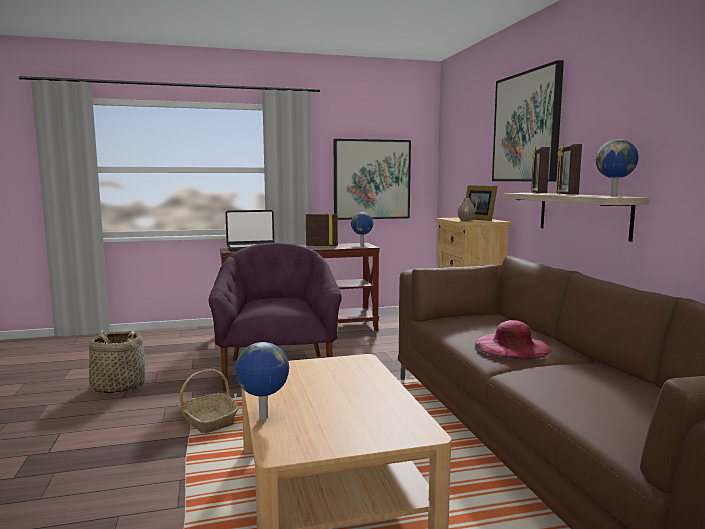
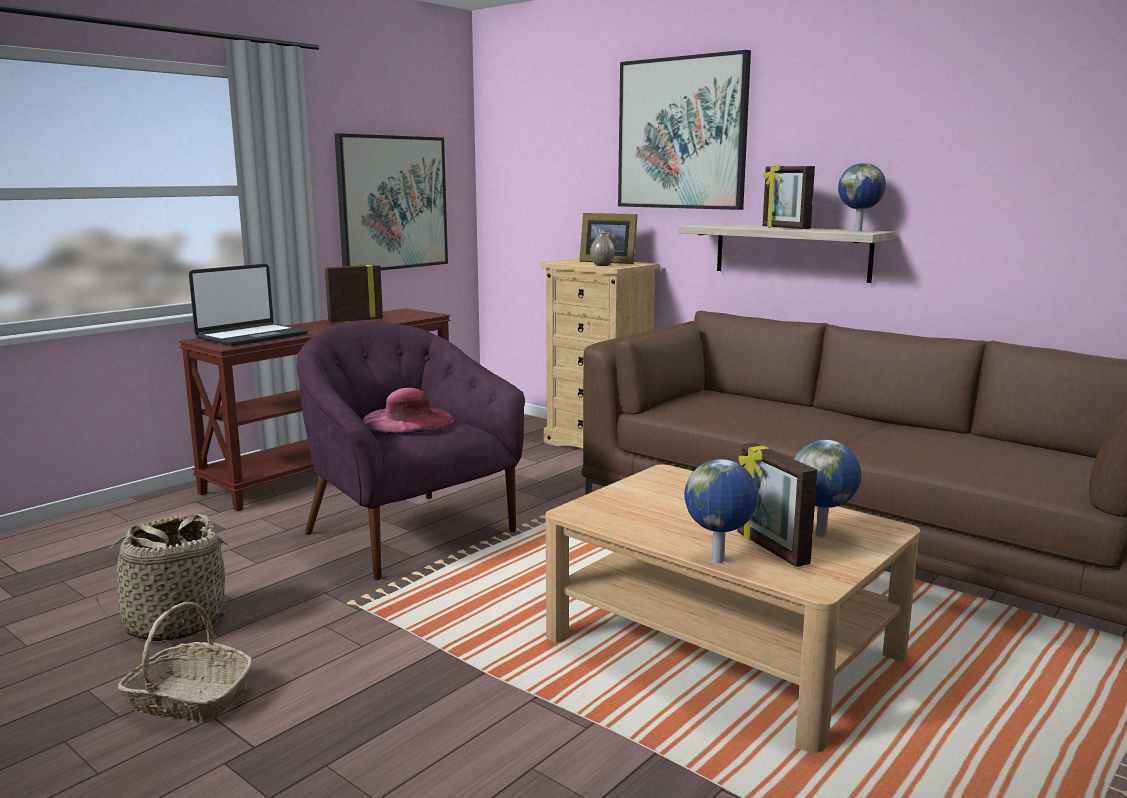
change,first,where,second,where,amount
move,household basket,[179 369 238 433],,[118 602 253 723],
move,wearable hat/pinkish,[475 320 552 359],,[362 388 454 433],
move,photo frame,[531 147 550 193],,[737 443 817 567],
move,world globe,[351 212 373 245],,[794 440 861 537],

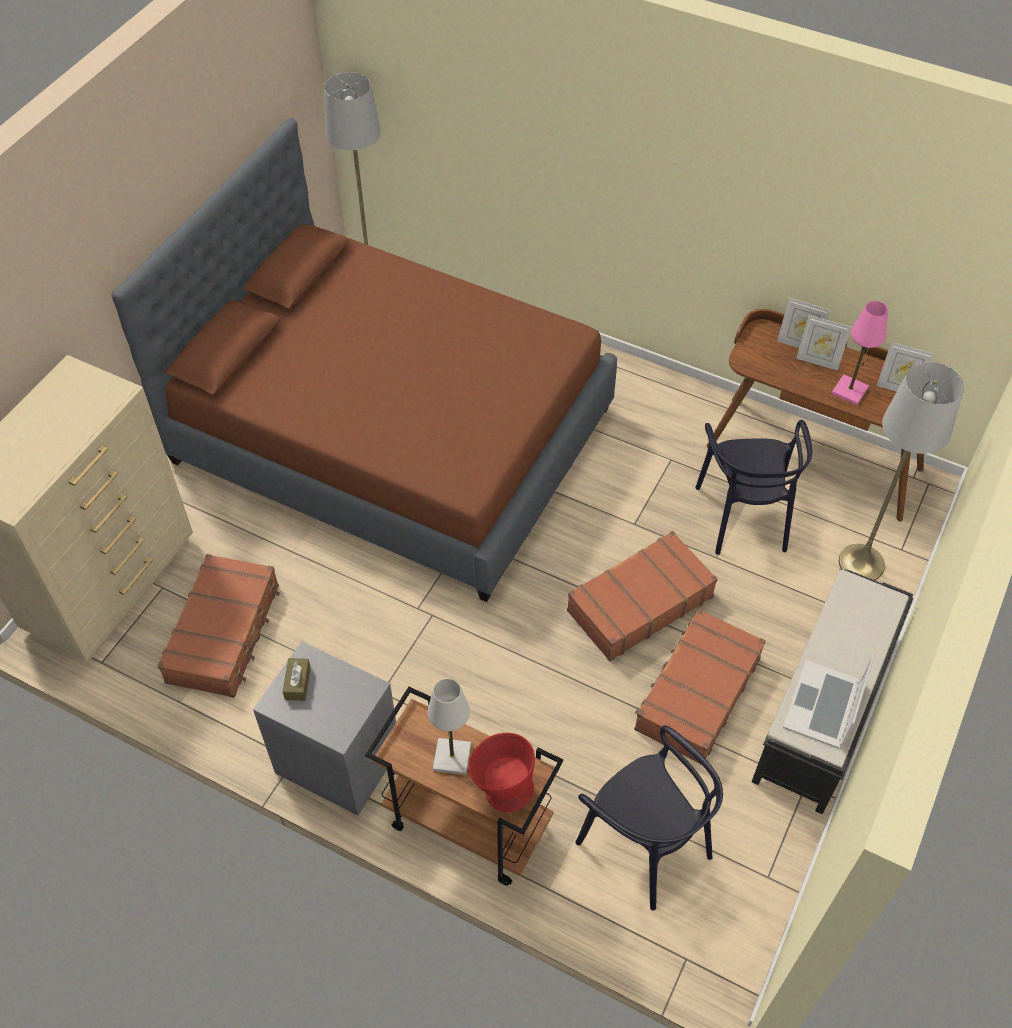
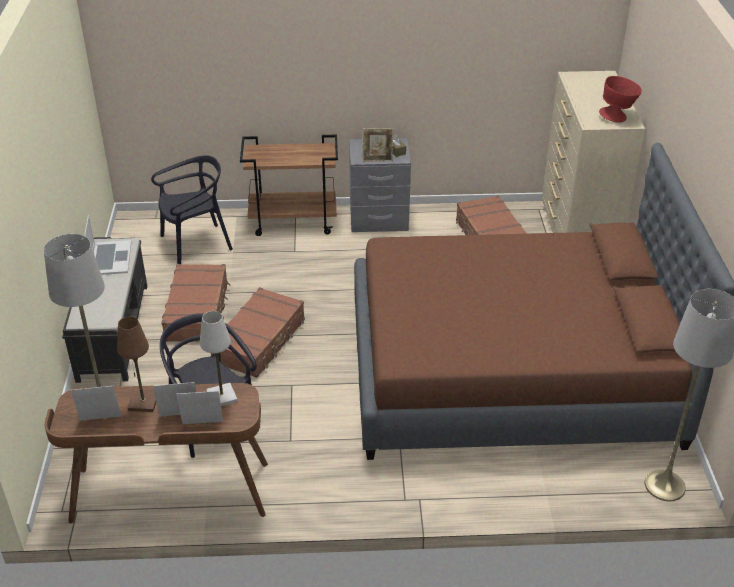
change,first,where,second,where,amount
recolor,tabletop lamp/pinkish,[831 301 888 405],tabletop lamp/brownish,[117 316 156 412],
rotate,plain chair/blackish,[575 725 723 911],,[151 155 233 264],135 degrees clockwise
move,tabletop lamp/white-coloured,[428 678 471 775],,[200 311 238 406],
insert,,,photo frame,[362 128 394 162],
move,deep dish/reddish,[468 733 535 812],,[599 76 642 123],

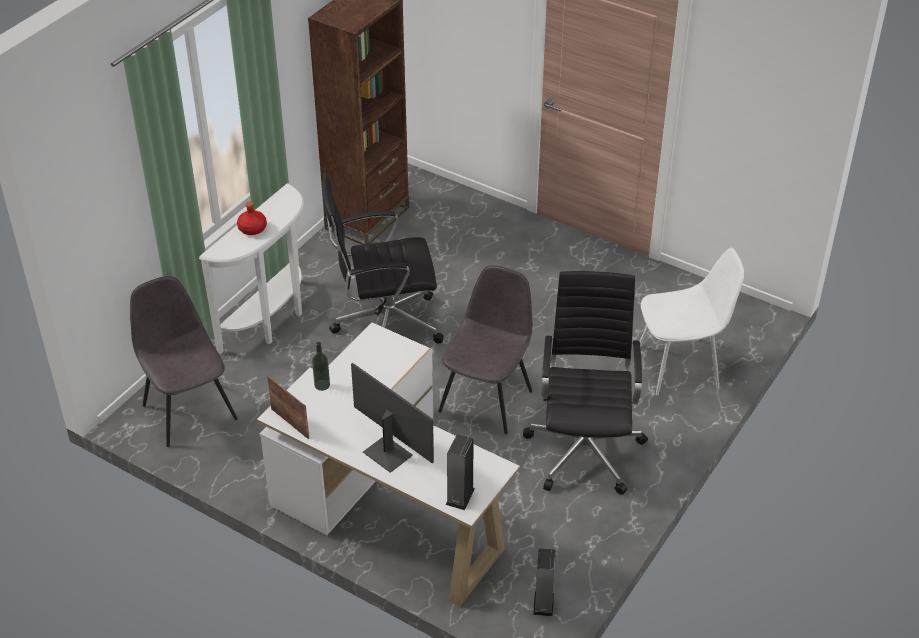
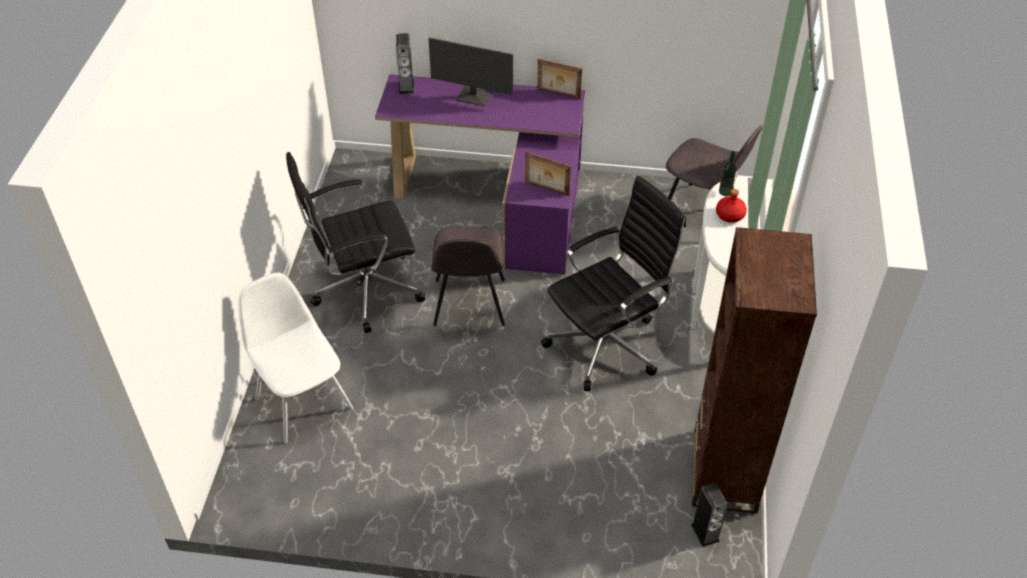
change,first,where,second,where,amount
rotate,plain chair/white-coloured,[640 248 744 395],,[238 272 353 444],90 degrees clockwise
rotate,desk chair/blackish,[523 271 648 495],,[286 152 425 333],90 degrees clockwise
recolor,desk/white-coloured,[257 323 520 607],desk/purple,[375 74 585 274],
insert,,,photo frame,[525 152 571 196],
move,loudspeaker,[533 548 556 616],,[691 483 728 547],
move,beverage bottle,[312 342 330 391],,[719 151 737 196],

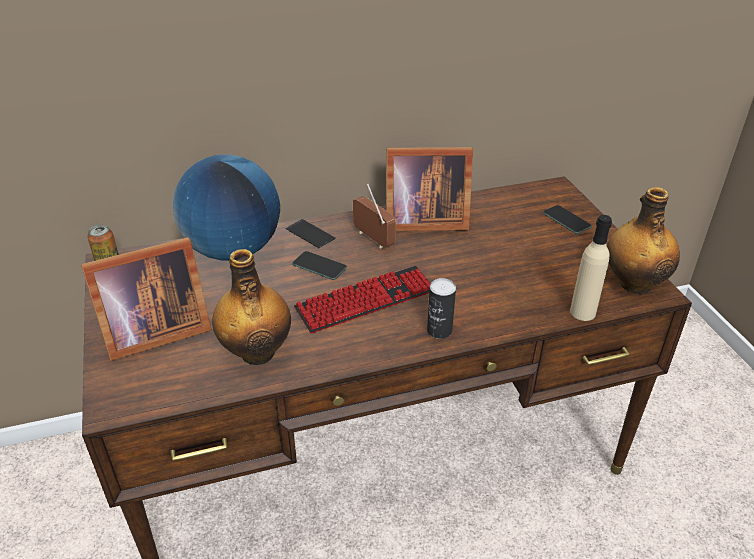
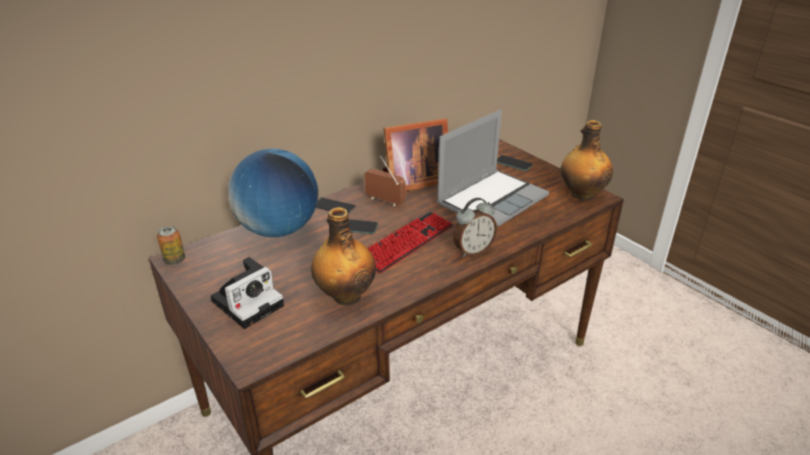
change,first,where,second,where,amount
replace,photo frame,[81 237 212 361],still camera,[211 257 284 329],
insert,,,portable computer,[436 110 549 227],
replace,sealed can,[427 278 456 339],table clock,[453 198 497 257],
delete,beverage bottle/sand-coloured,[570 215 612 321],,,

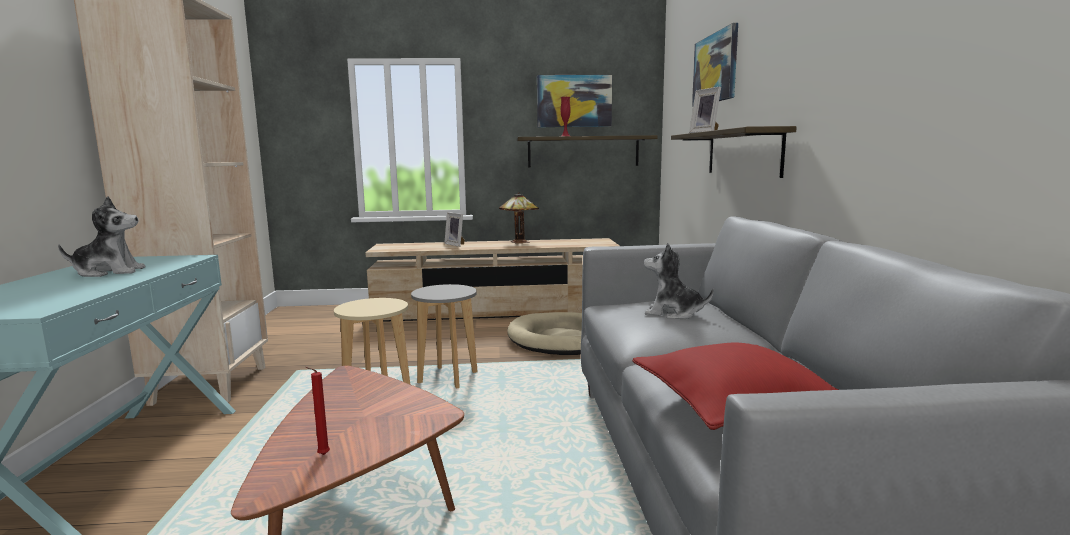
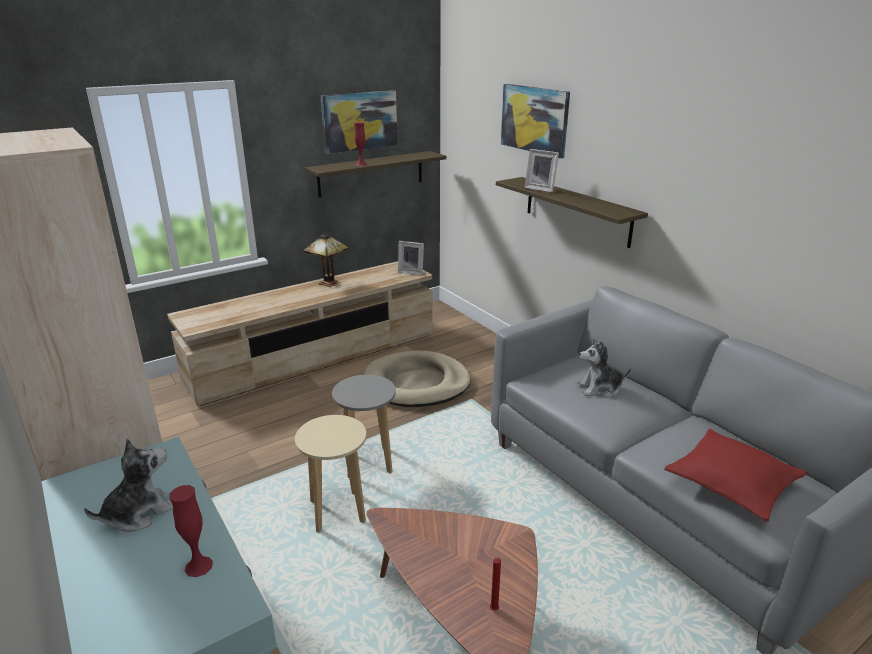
change,first,where,second,where,amount
insert,,,decorative vase/reddish,[169 485 213 577],
move,photo frame,[444 212 465 247],,[398 241 424 275],

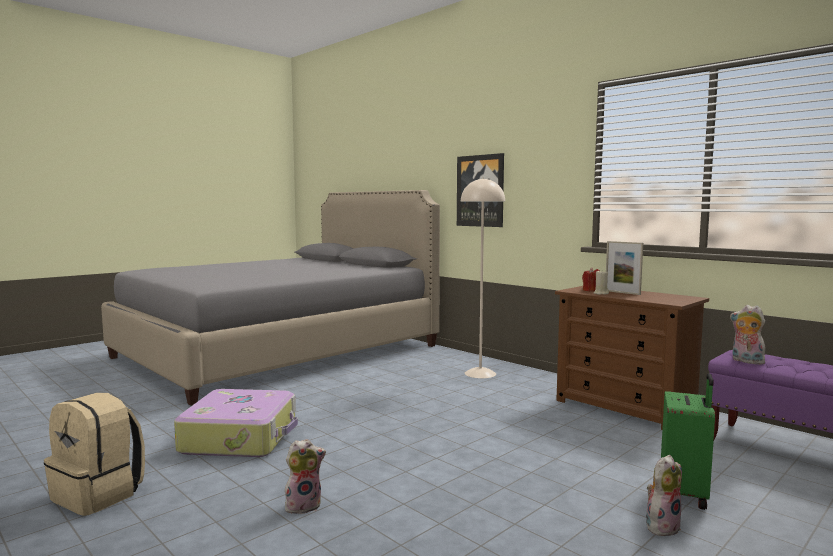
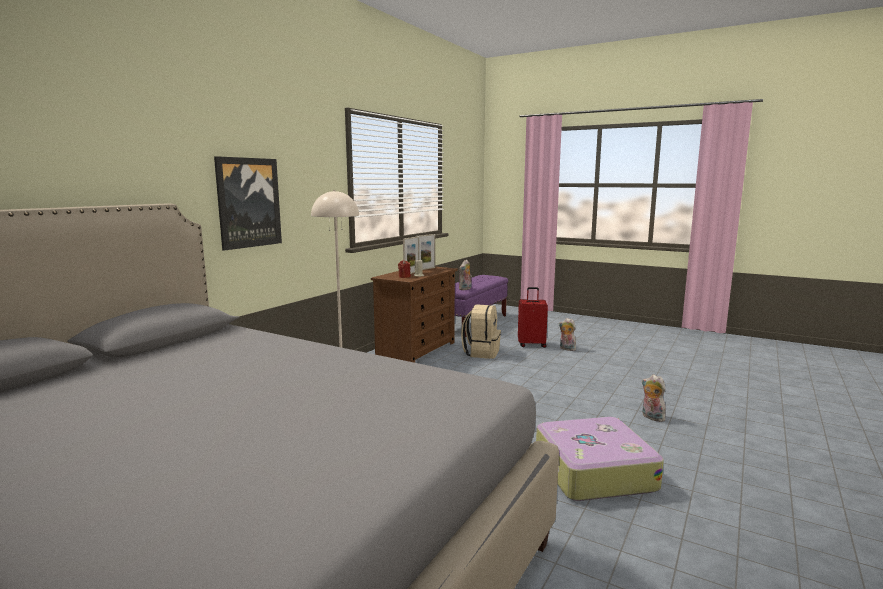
change,first,where,second,where,amount
insert,,,photo frame,[416 234 435 270],
move,knapsack/sand-coloured,[44 393 145 516],,[461 304 501 359],
recolor,suitcase/green-coloured,[661 374 715 510],suitcase/reddish,[518 287 548 348],

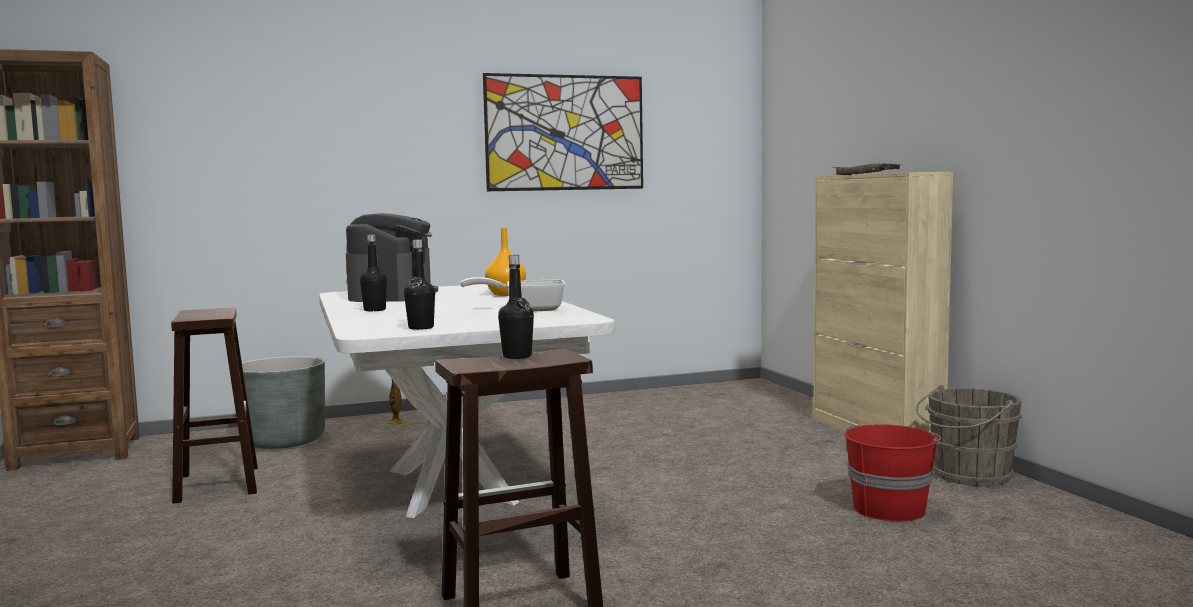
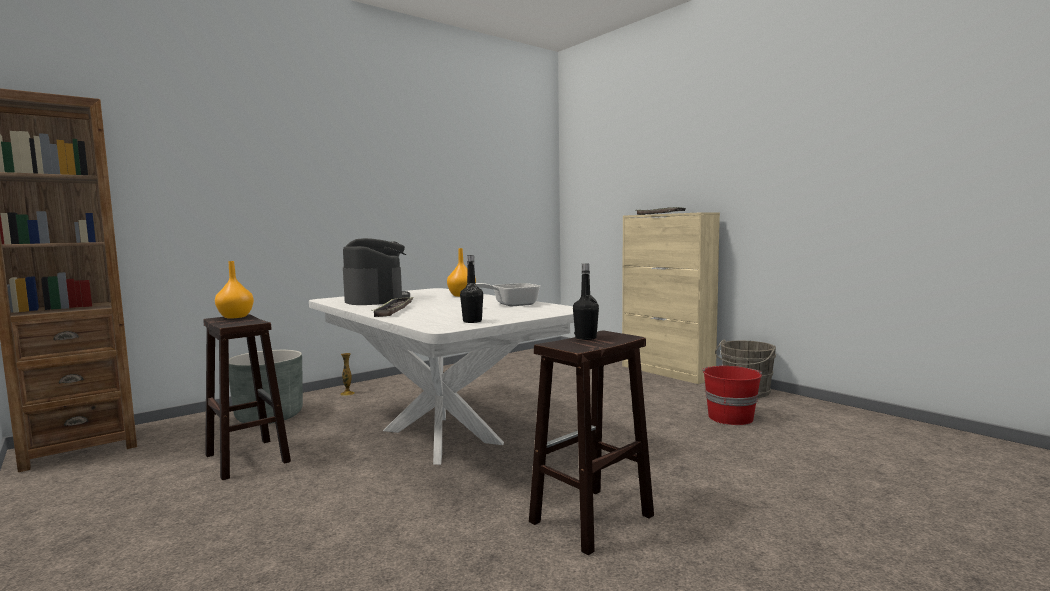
change,first,where,second,where,amount
insert,,,decorative vase/orange,[215 261 254 318],
replace,beverage bottle/blackish,[360 234 387 311],carrying tray,[371 297 413 317],
delete,wall art,[483 73 643 191],,,

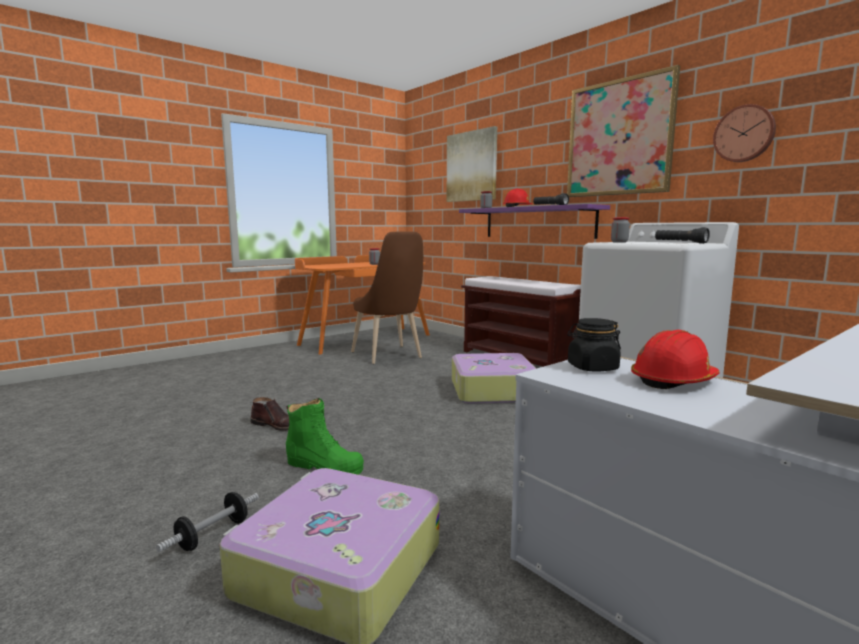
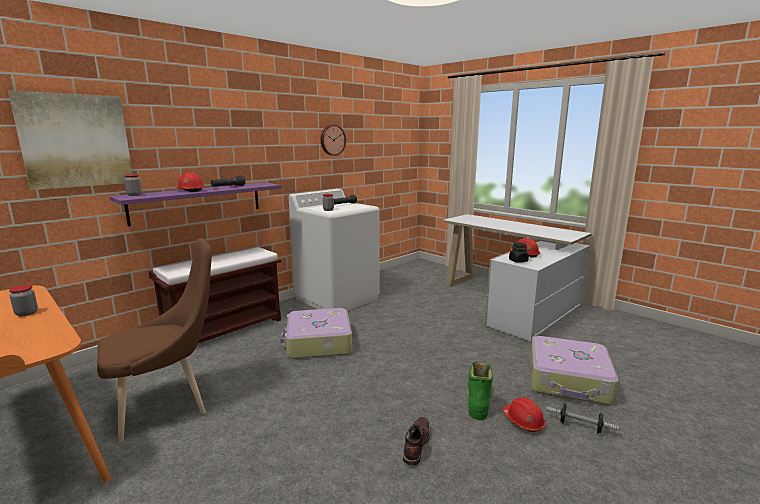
change,first,where,second,where,amount
insert,,,work helmet/reddish,[503 397 546 432],
delete,wall art,[567 65 680 197],,,

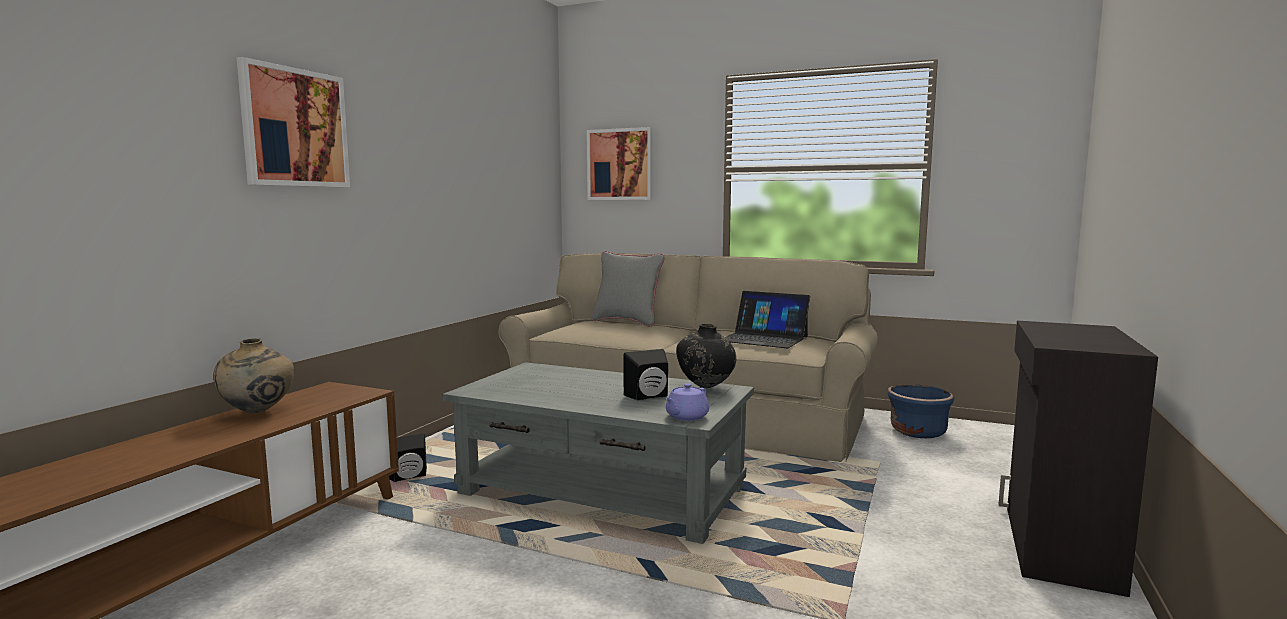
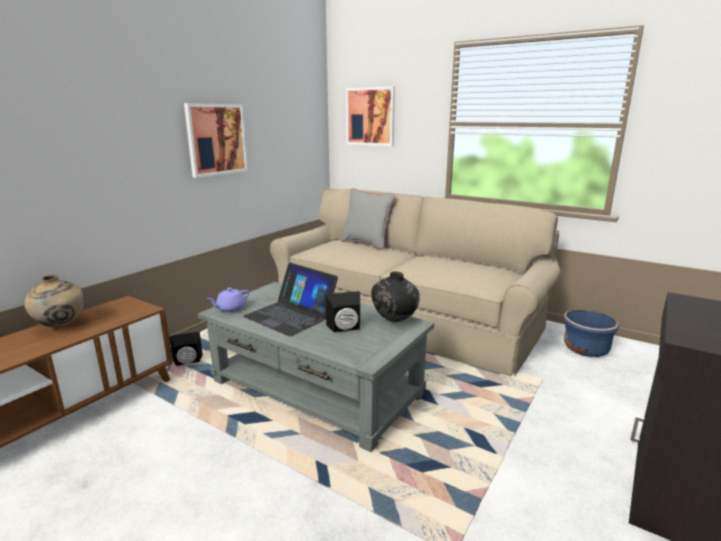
change,first,where,second,where,amount
move,wall art,[237 57 350 187],,[184 103 248 178],
move,tea pot/purple,[666 383 709 421],,[207 288 249 312],
move,portable computer,[725 291 810 348],,[243 262 338 336],

